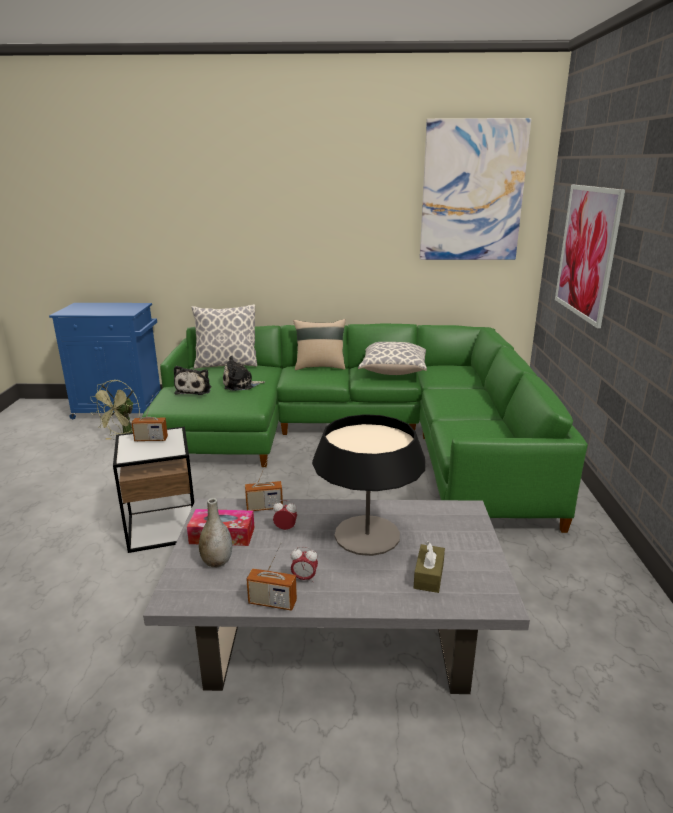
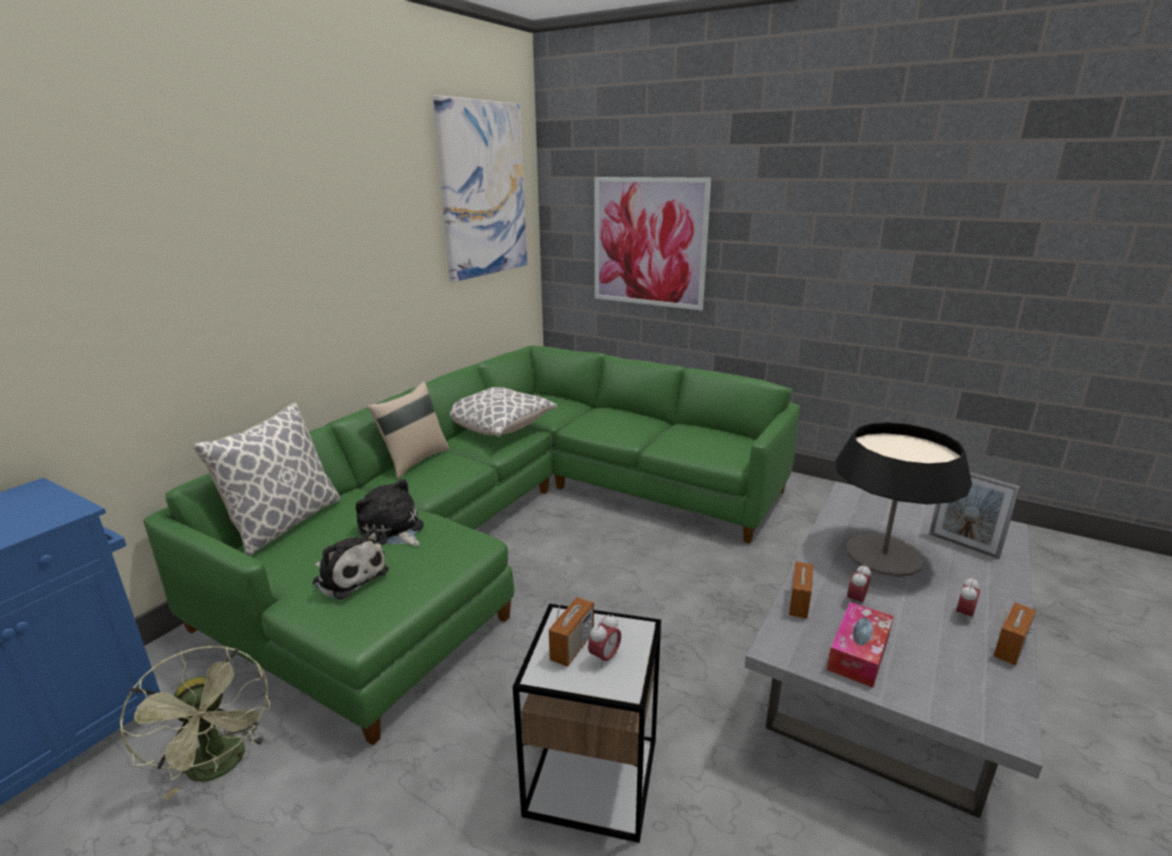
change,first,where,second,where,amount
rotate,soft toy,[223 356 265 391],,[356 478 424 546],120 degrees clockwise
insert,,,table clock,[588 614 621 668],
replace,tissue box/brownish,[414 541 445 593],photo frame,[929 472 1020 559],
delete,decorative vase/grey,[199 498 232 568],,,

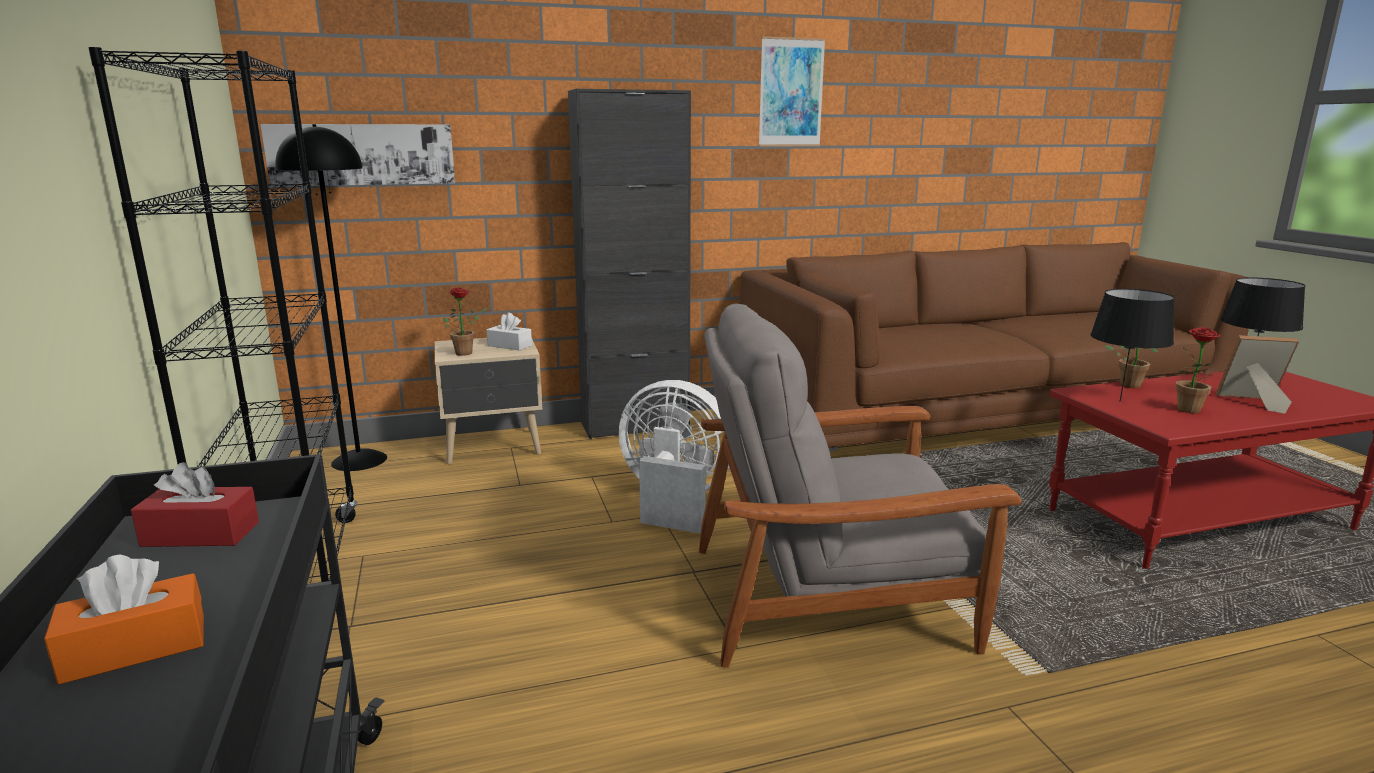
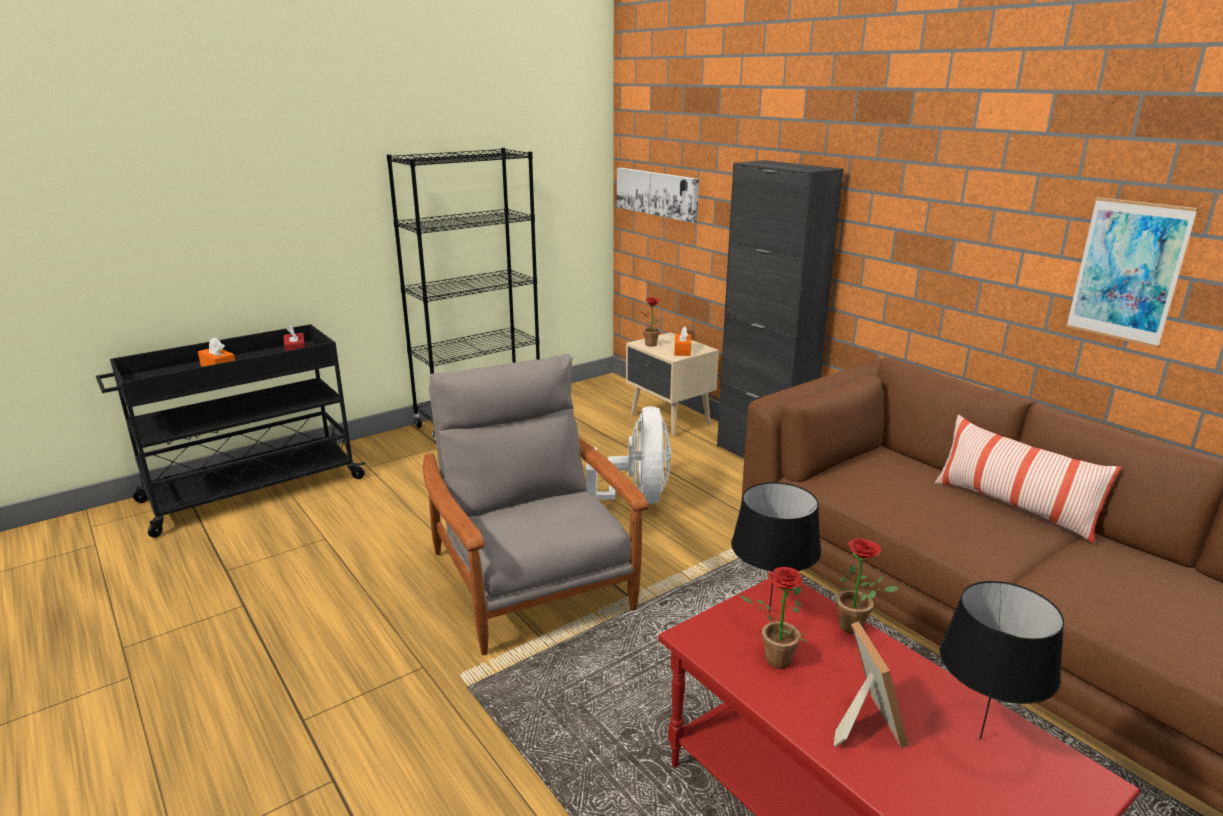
change,first,where,second,where,amount
recolor,tissue box/white-coloured,[487 312 532 351],tissue box/orange,[674 326 691 356],
insert,,,cushion,[935 415 1122 543],
move,wall art,[758 36 826 147],,[1066 197 1198 348],
delete,standing lamp/blackish,[275 124 387 471],,,

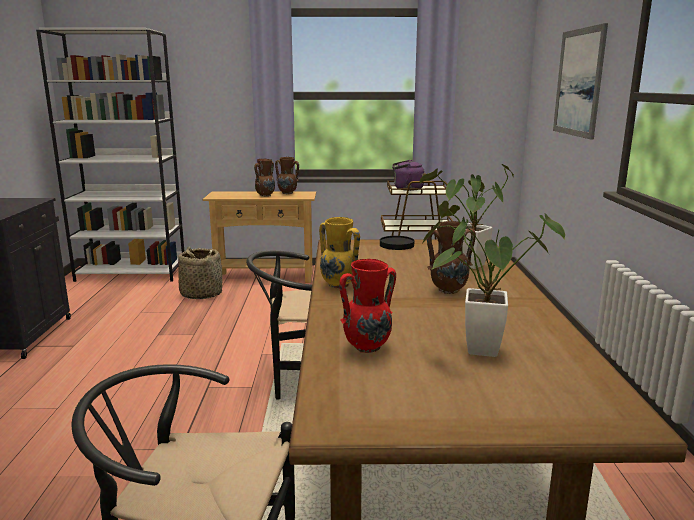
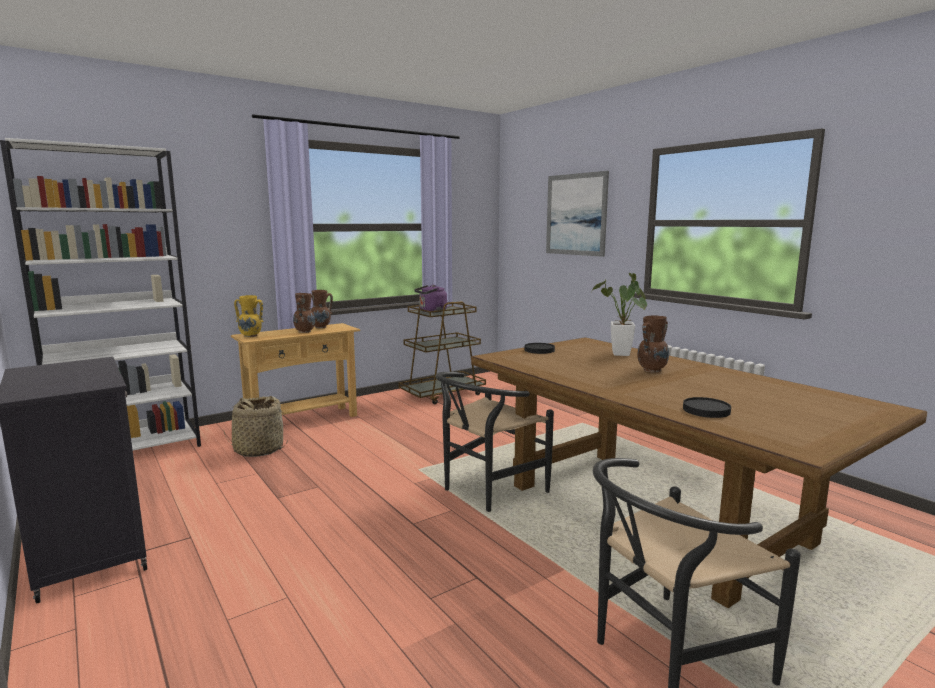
change,first,where,second,where,amount
move,decorative vase/yellowish,[319 217 360 289],,[234 295 264 337],
replace,decorative vase/reddish,[339 259 396 353],flat dish/blackish,[683 397 731 418],
delete,potted plant,[421 201 565 357],,,

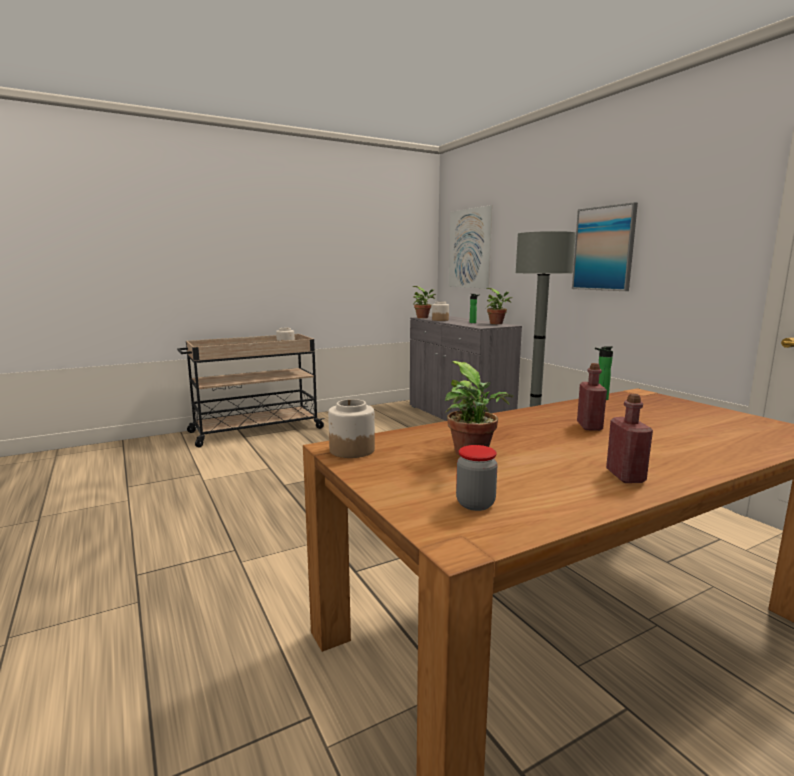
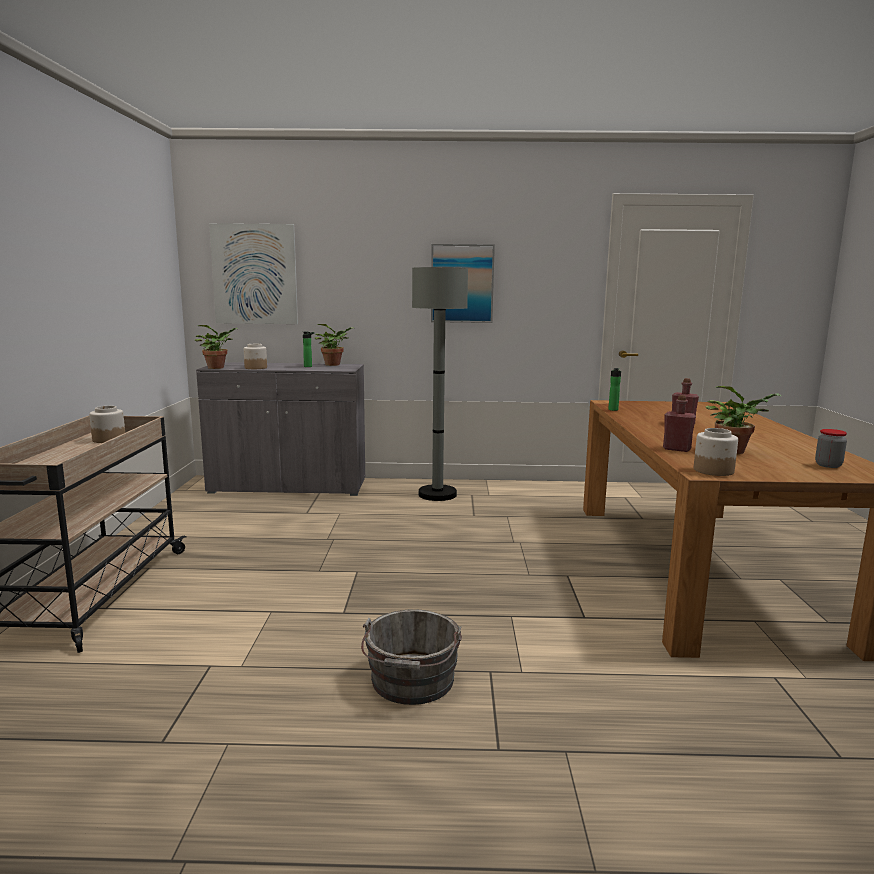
change,first,where,second,where,amount
insert,,,water bucket/grey,[361 609 462 705],
move,beverage bottle/reddish,[606 394 653 483],,[663 395 696 452],

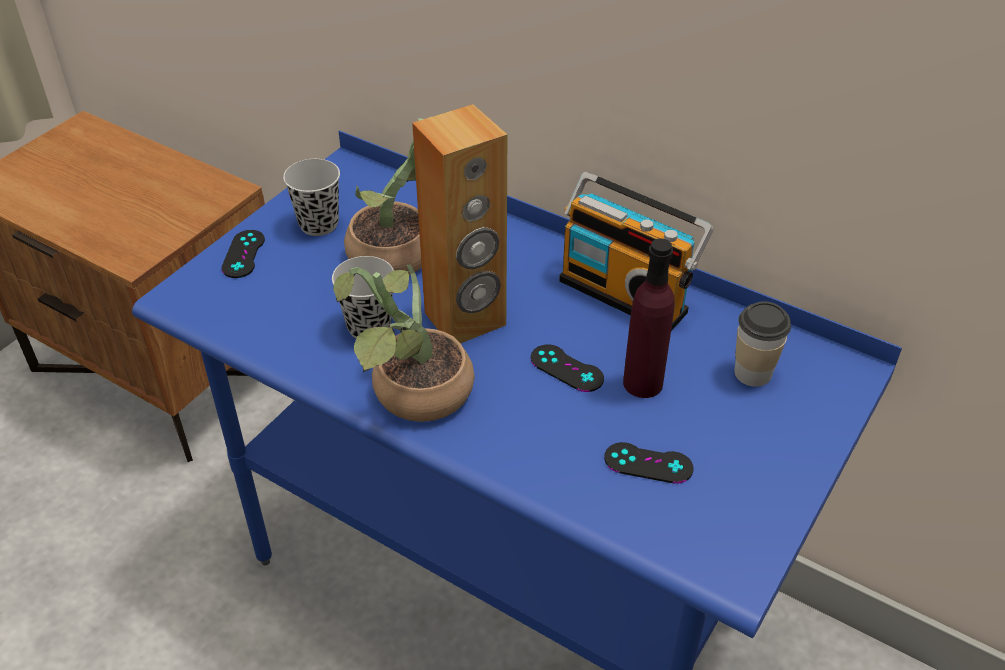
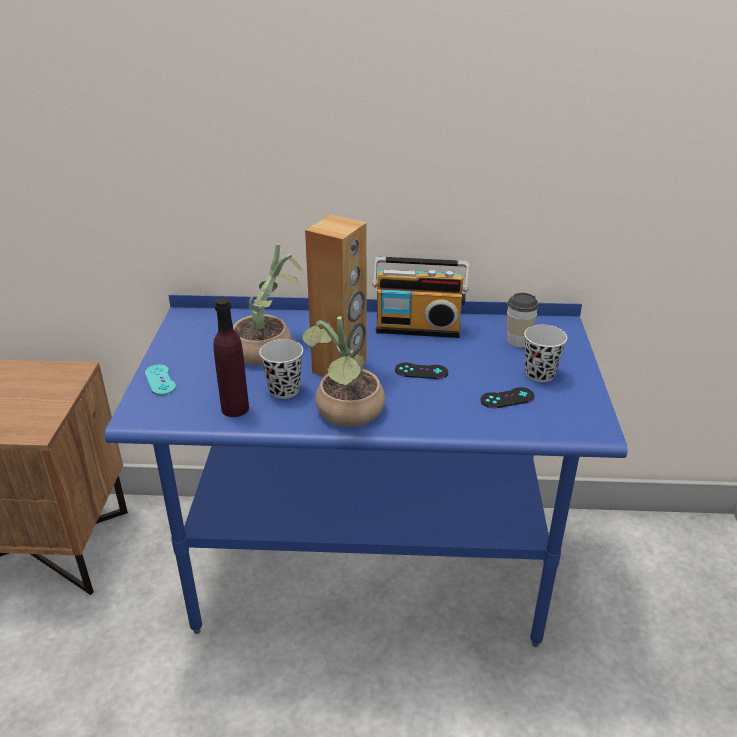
change,first,where,second,where,amount
recolor,game controller/blackish,[221 230 265 278],game controller/blue-green,[145 365 176 395],
move,beverage bottle/purple,[623 238 675 398],,[213 298 249 417],
move,small cup/blackish,[283 159 340 236],,[524 324 567 382],

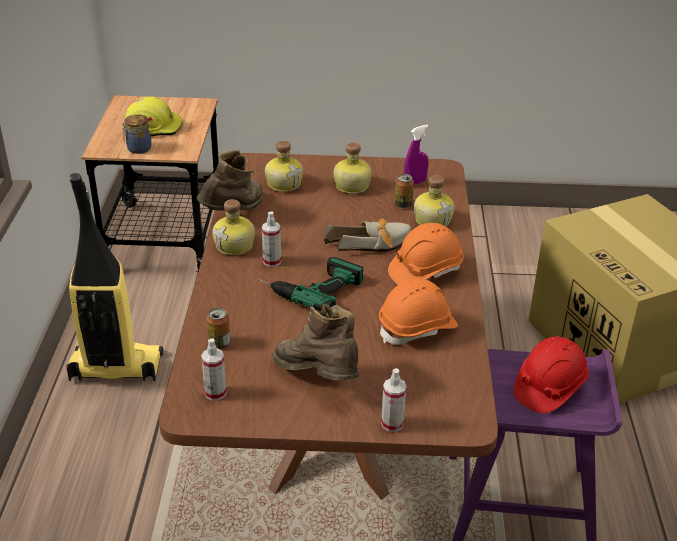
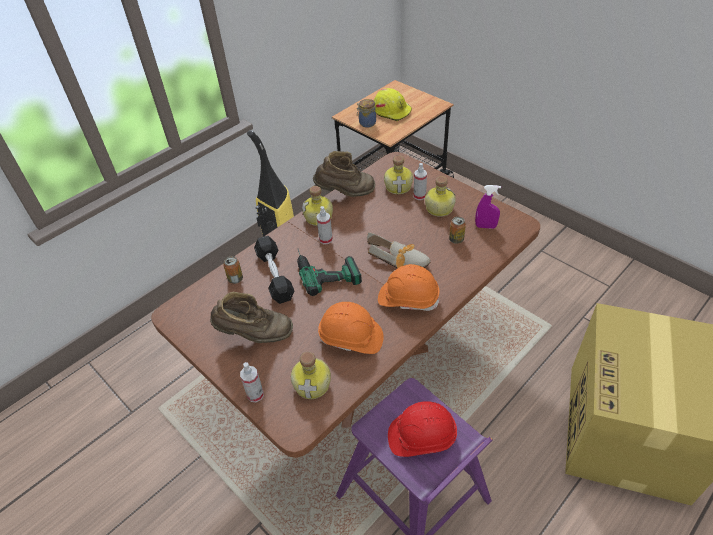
change,first,where,second,where,amount
rotate,tall boot/brownish,[272 304 359 380],,[210 292 293 343],90 degrees clockwise
insert,,,free weight/blackish,[254 236 295 304],
move,beverage bottle,[414 175 454 226],,[291 352 331 399],
move,sprayer,[201 338 227 401],,[413 163 427 200],

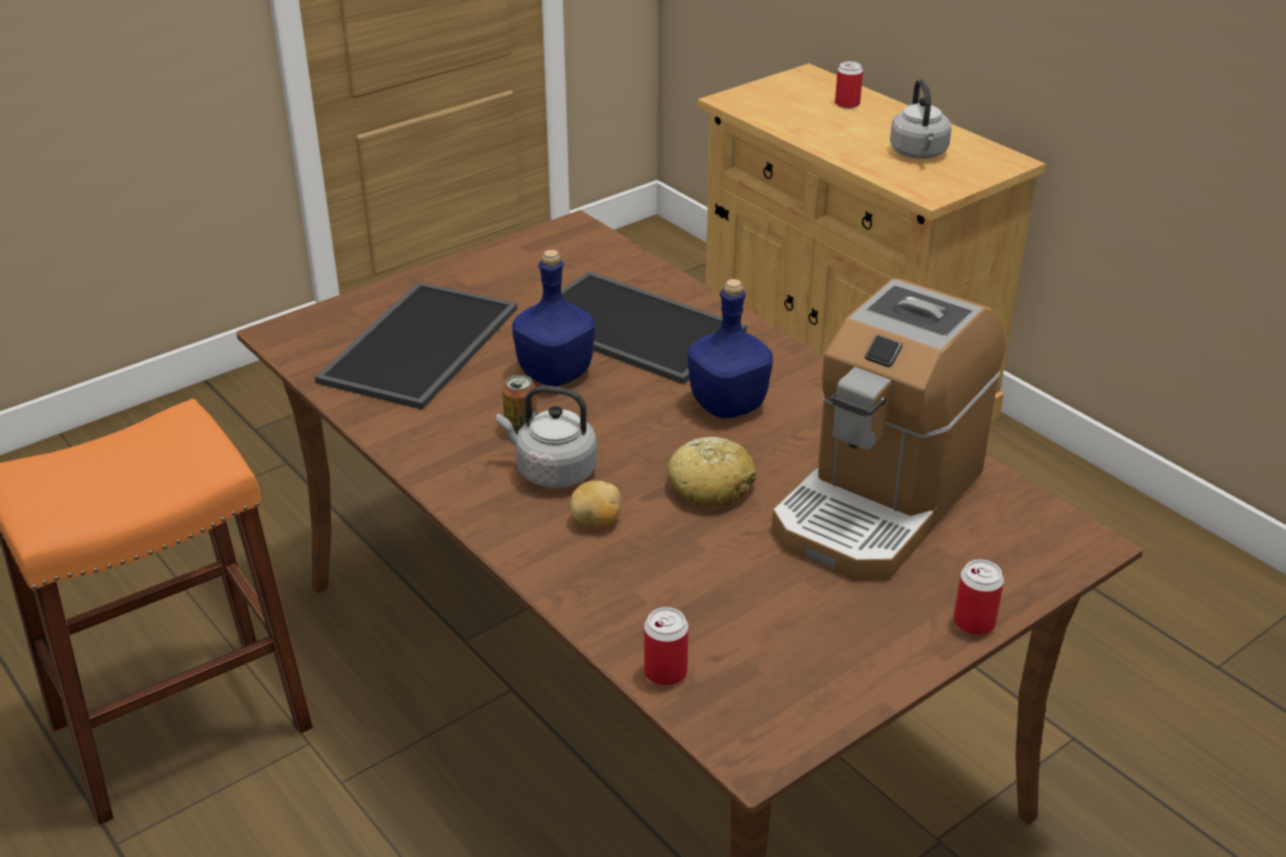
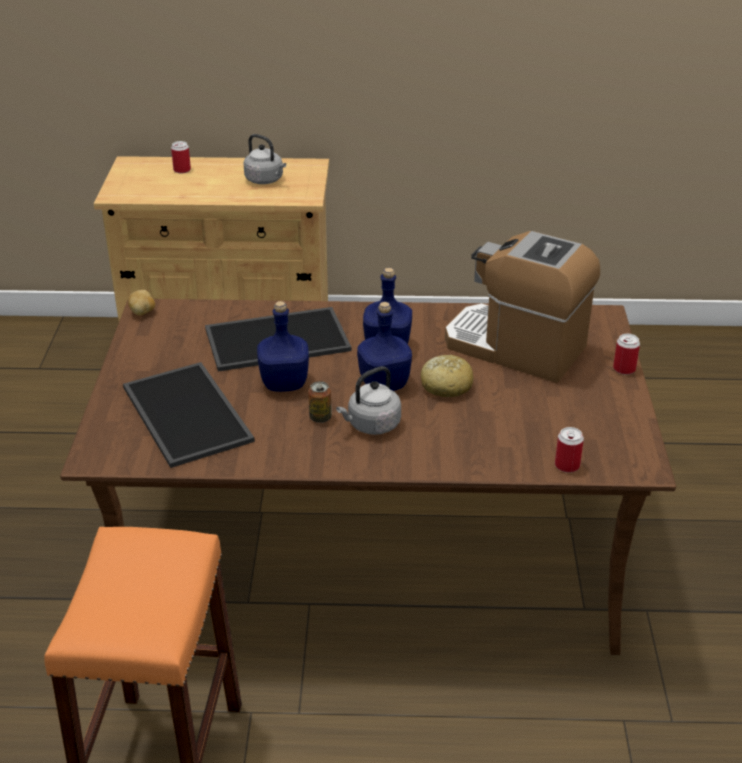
change,first,where,second,where,amount
move,spud,[570 480 621 526],,[128 290 155 315],
insert,,,beverage bottle/blue,[357 302 412 391],
rotate,coffee maker,[772 279 1005 580],,[445 231 600 383],135 degrees clockwise

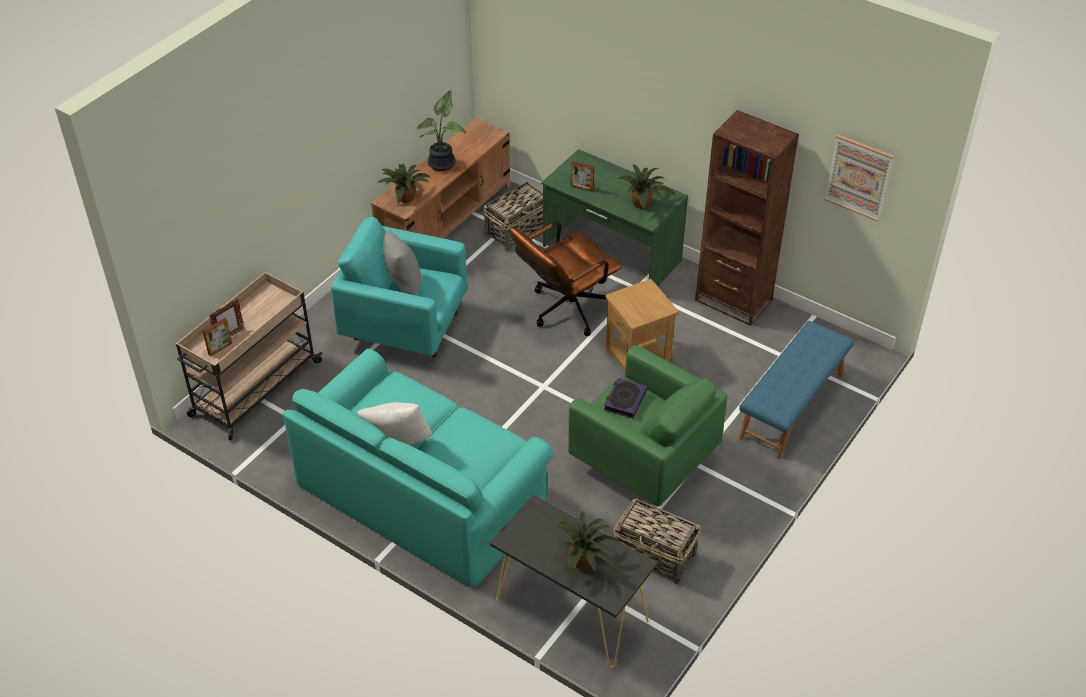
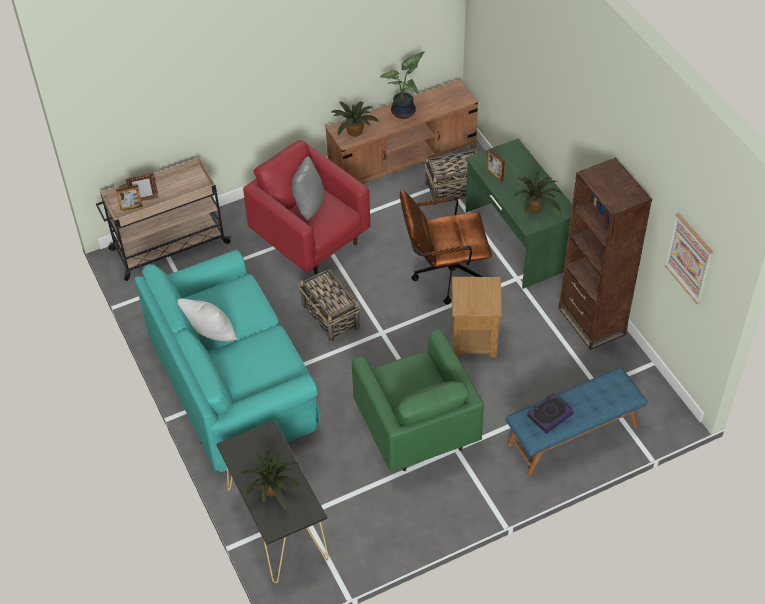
change,first,where,second,where,amount
recolor,armchair/blue-green,[331 217 467 358],armchair/reddish,[243 140 371 274],
move,household basket,[613 498 701 585],,[298 270 360 343],
move,volume,[604 378 647 419],,[526 393 573 434],

